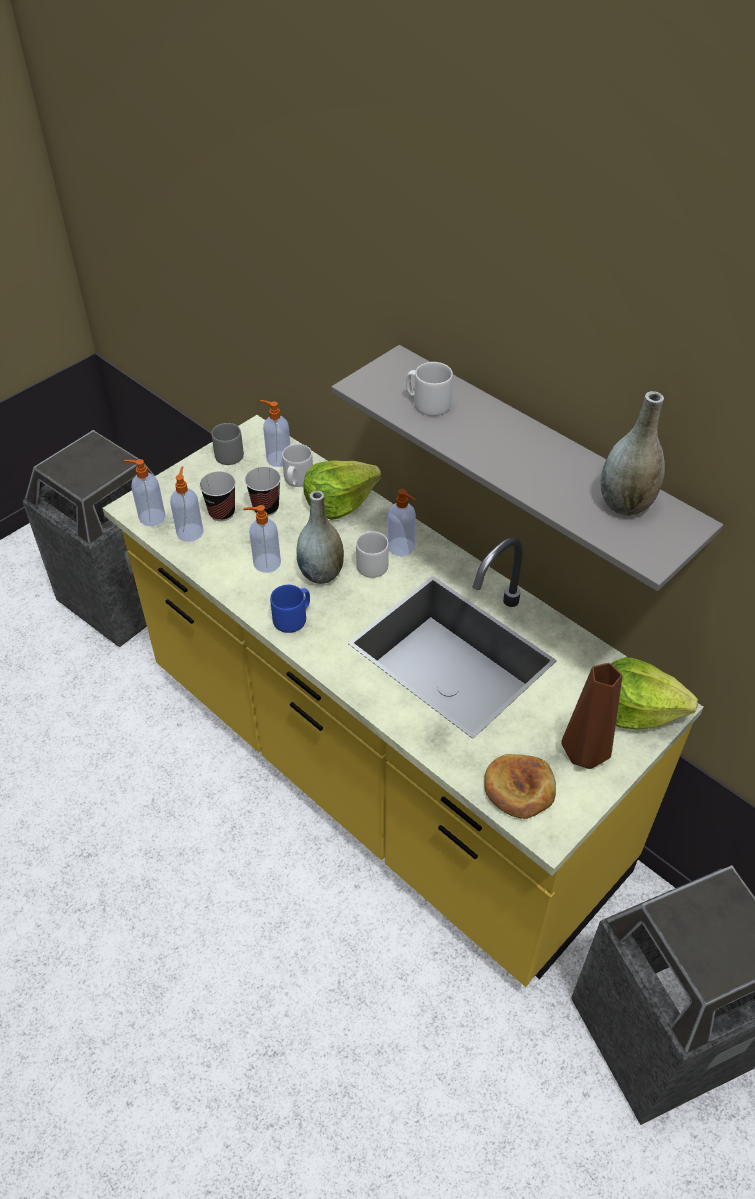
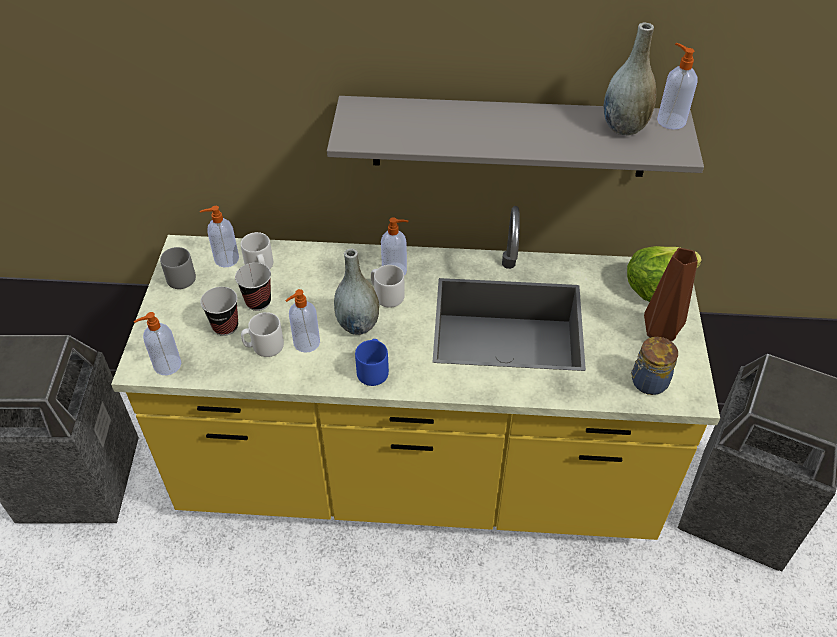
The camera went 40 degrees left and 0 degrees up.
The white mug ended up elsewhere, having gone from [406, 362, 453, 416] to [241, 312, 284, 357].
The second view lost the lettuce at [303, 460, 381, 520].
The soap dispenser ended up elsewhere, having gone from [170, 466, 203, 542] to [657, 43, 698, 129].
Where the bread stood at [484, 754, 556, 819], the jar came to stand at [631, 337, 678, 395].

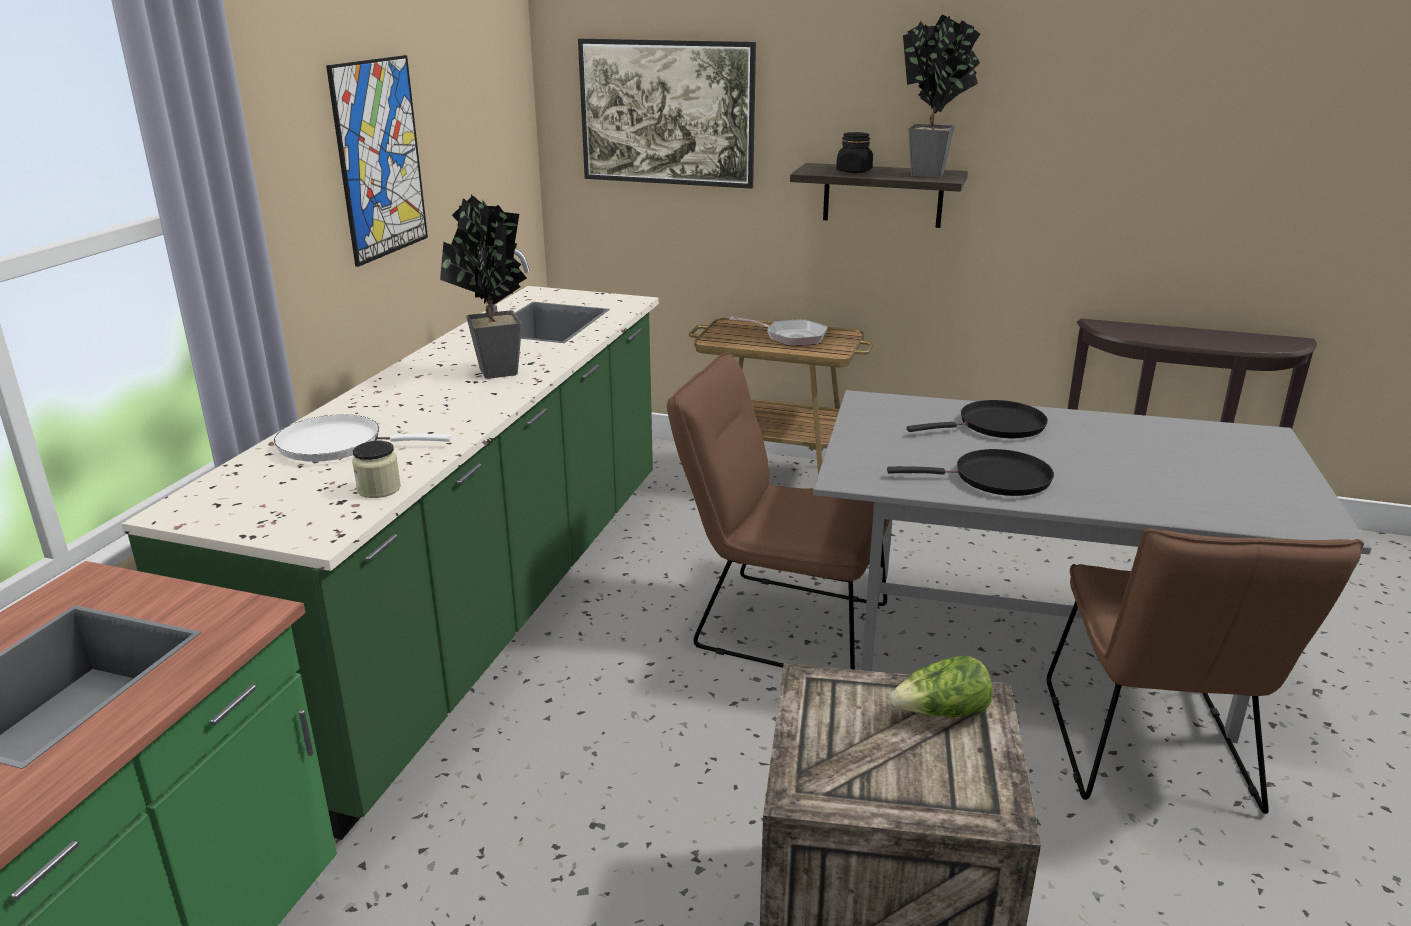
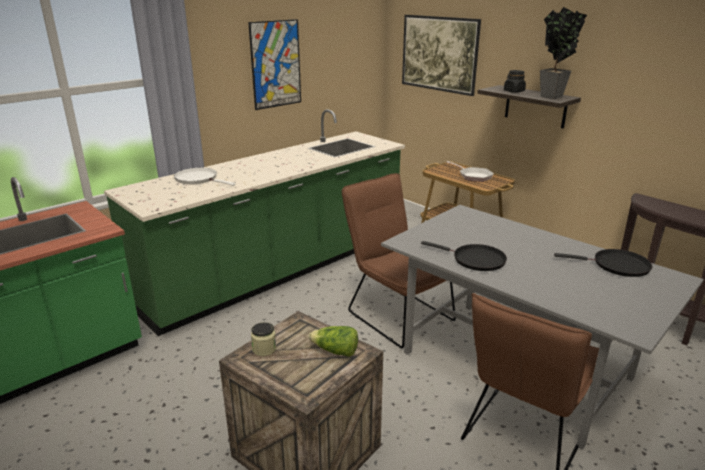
The camera went 30 degrees right and 0 degrees up.
The second view lost the potted plant at [440, 194, 527, 379].
The black frying pan ended up elsewhere, having gone from [907, 400, 1048, 438] to [554, 249, 652, 277].
The jar ended up elsewhere, having gone from [352, 441, 401, 498] to [251, 322, 276, 356].

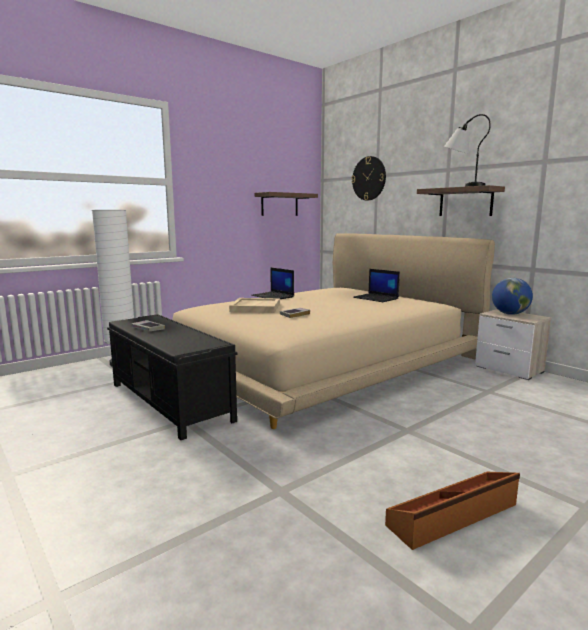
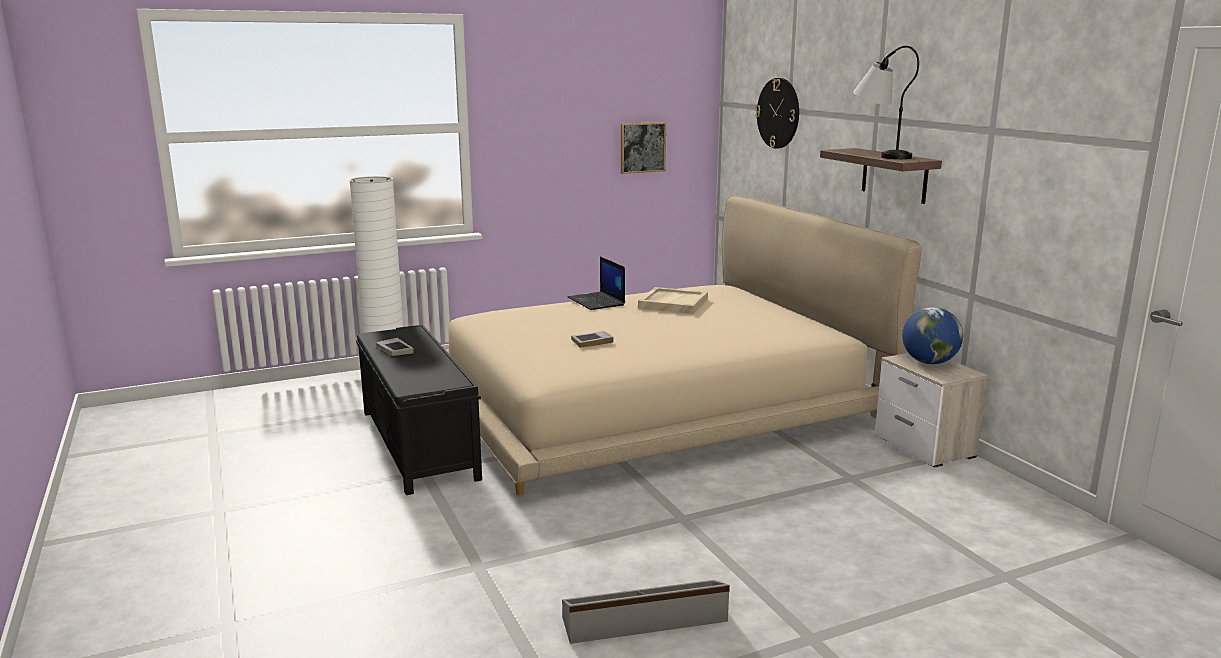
The camera went 15 degrees right and 5 degrees up.
Where the shelf hung at [254, 192, 318, 216], the picture came to hang at [621, 122, 666, 174].
The second view lost the laptop at [353, 269, 400, 302].
The beige tray ended up elsewhere, having gone from [229, 298, 280, 313] to [638, 287, 708, 314].
What was the brown storage box at [385, 472, 520, 550] turned into the grey storage box at [562, 580, 730, 644].

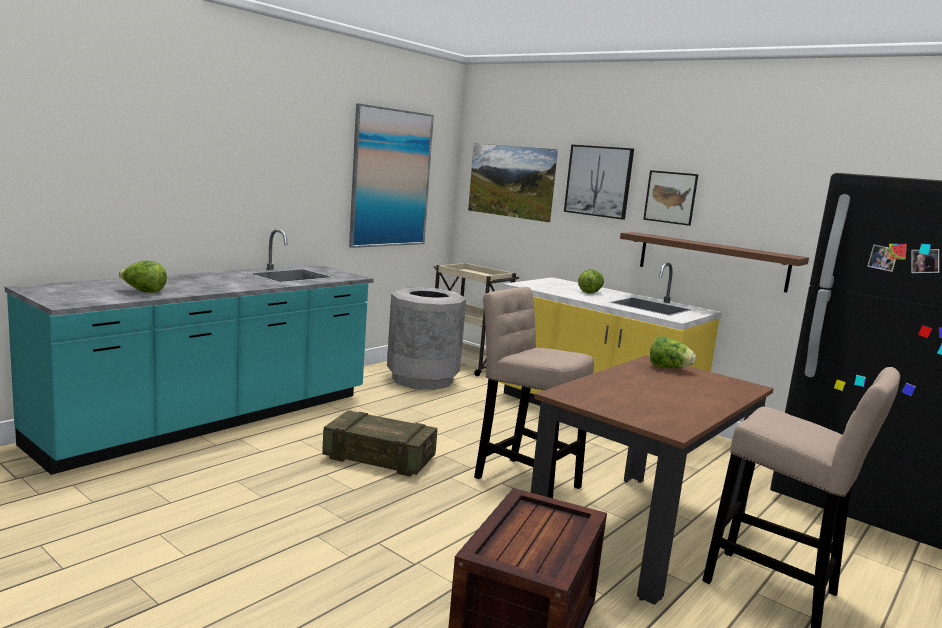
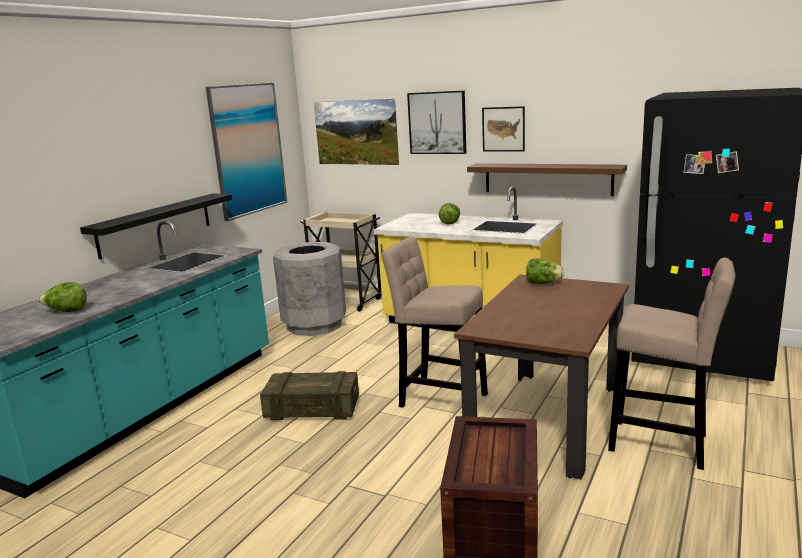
The camera went 10 degrees left and 5 degrees up.
The second view gained the black shelf at [80, 194, 232, 260].

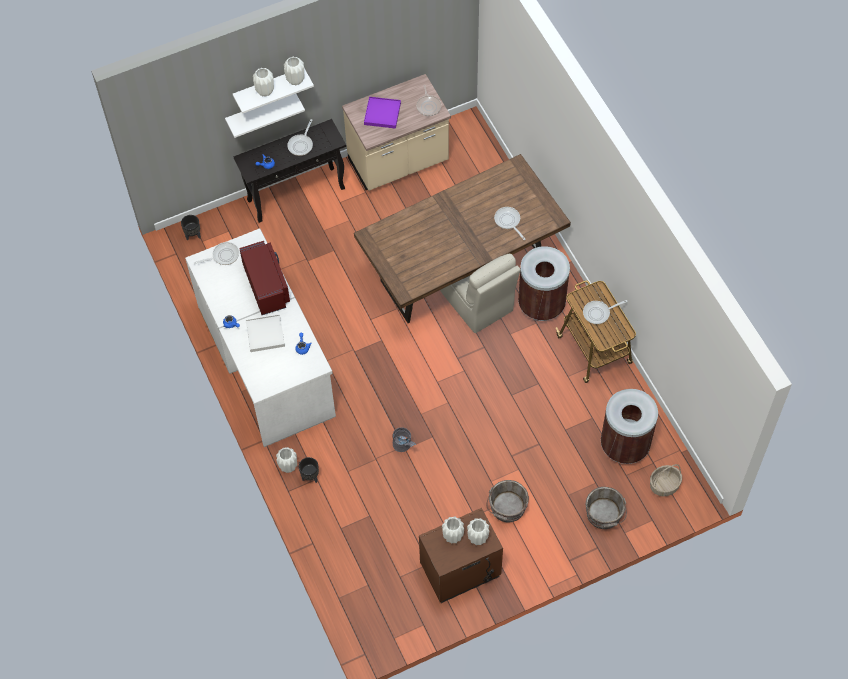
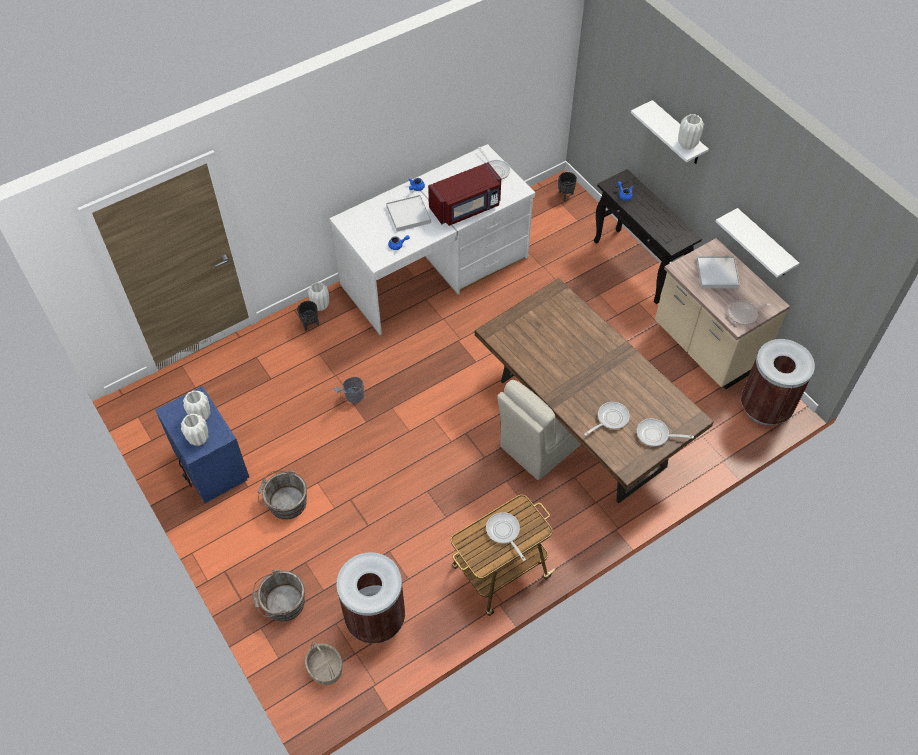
The camera went 80 degrees right and 5 degrees down.
The second view lost the white vase at [253, 68, 274, 97].
The white shelf ended up elsewhere, having gone from [225, 94, 305, 138] to [715, 208, 799, 277].
What was the purple tray at [364, 97, 401, 129] turned into the white tray at [697, 256, 740, 288].
The frying pan ended up elsewhere, having gone from [287, 119, 313, 156] to [637, 418, 694, 447].
The brown trash can ended up elsewhere, having gone from [518, 246, 570, 321] to [741, 339, 815, 425].
What was the brown nightstand at [419, 508, 503, 603] turned into the blue nightstand at [155, 386, 249, 503].

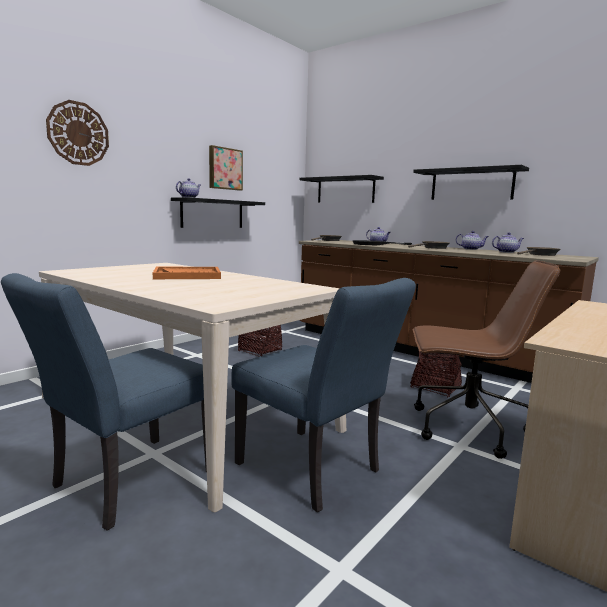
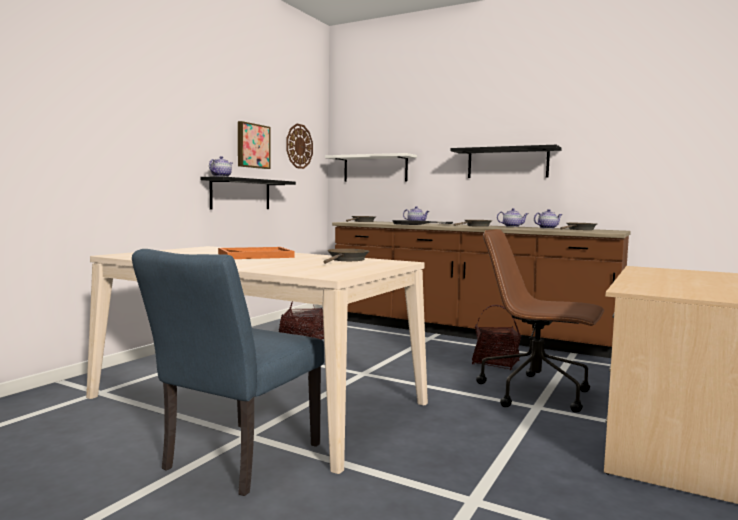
The camera went 10 degrees left and 5 degrees down.
The wall clock ended up elsewhere, having gone from [46, 100, 109, 166] to [286, 124, 313, 169].
What was the black shelf at [299, 175, 384, 203] turned into the white shelf at [325, 153, 417, 182].
The brown office chair at [413, 260, 560, 459] ended up facing another way, 150 degrees counterclockwise from before.
The second view lost the blue chair at [231, 278, 416, 512].
The second view gained the brown frying pan at [323, 249, 369, 264].

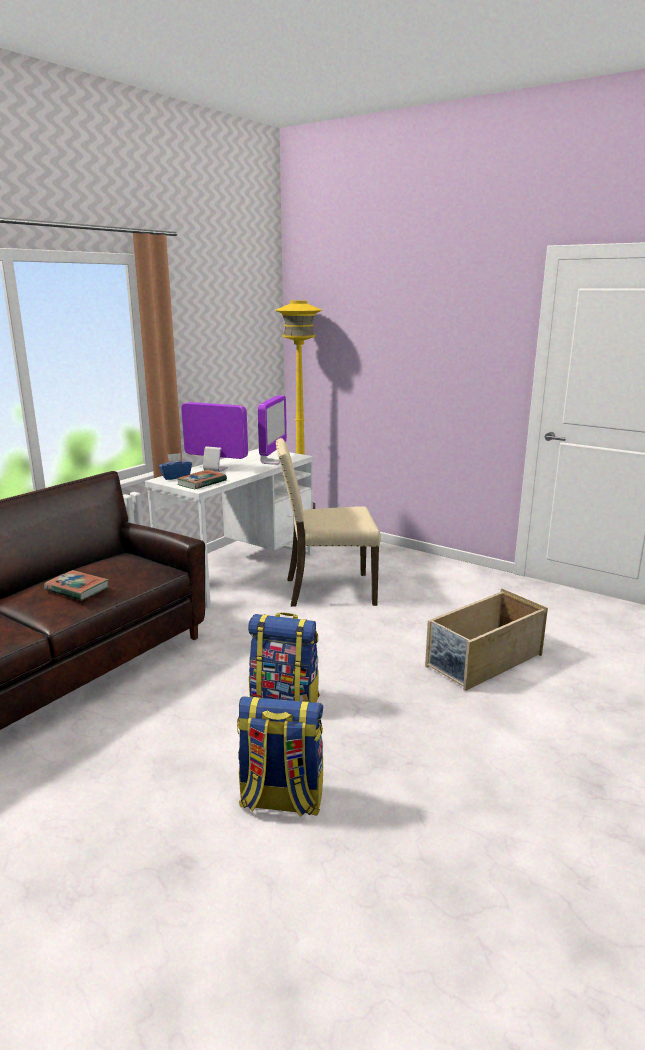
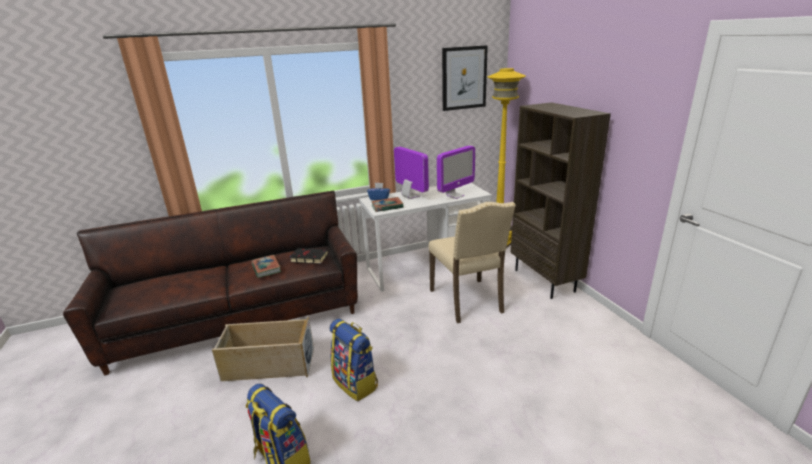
The camera went 35 degrees right and 5 degrees up.
The beige chair at [276, 438, 381, 607] ended up facing another way, 135 degrees counterclockwise from before.
The beige storage box ended up elsewhere, having gone from [425, 589, 548, 691] to [212, 317, 314, 381].
The second view gained the picture at [442, 45, 488, 111].
The second view gained the brown bookcase at [511, 102, 611, 299].
The second view gained the black book at [289, 248, 328, 264].

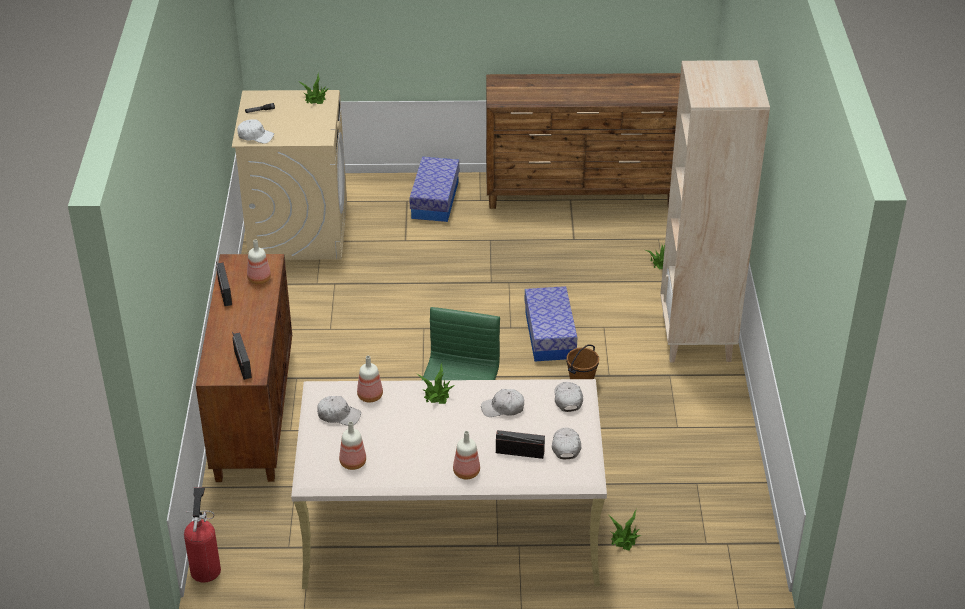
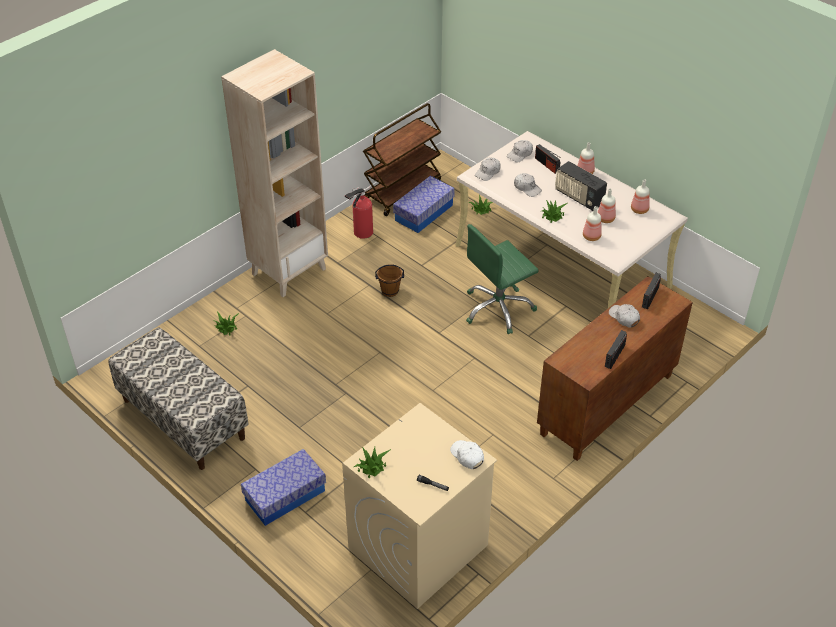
The camera went 135 degrees left and 5 degrees up.
Where the brown dresser stood at [486, 73, 681, 209], the bench came to stand at [108, 327, 248, 470].
The bottle ended up elsewhere, having gone from [247, 240, 271, 284] to [598, 188, 616, 223].
The storage box ended up elsewhere, having gone from [525, 286, 577, 362] to [393, 176, 455, 233].
The white cap ended up elsewhere, having gone from [317, 396, 361, 426] to [609, 304, 640, 328].
The fire extinguisher ended up elsewhere, having gone from [184, 487, 221, 582] to [345, 186, 373, 239].
The second view gained the brown cart at [363, 103, 441, 216].
The second view gained the radio at [555, 161, 607, 211].

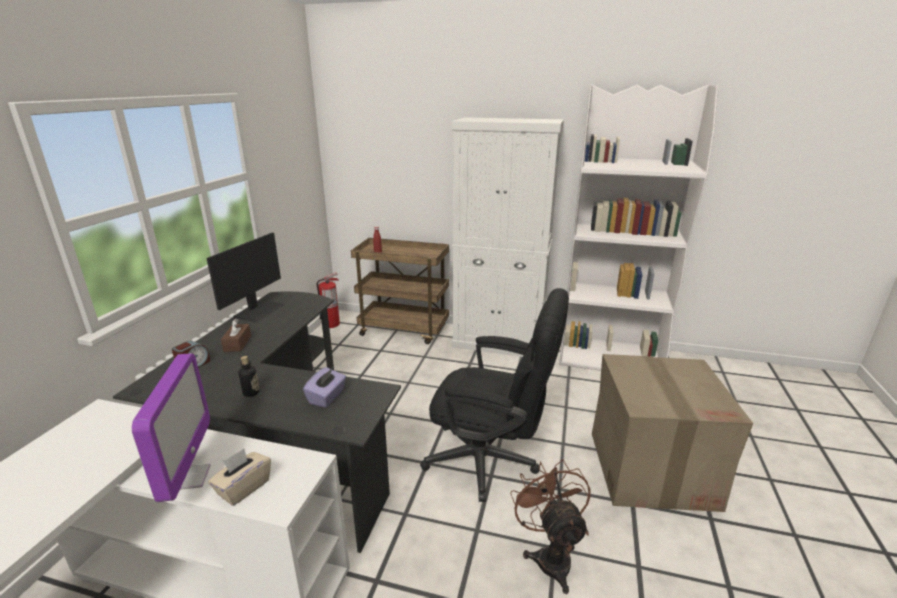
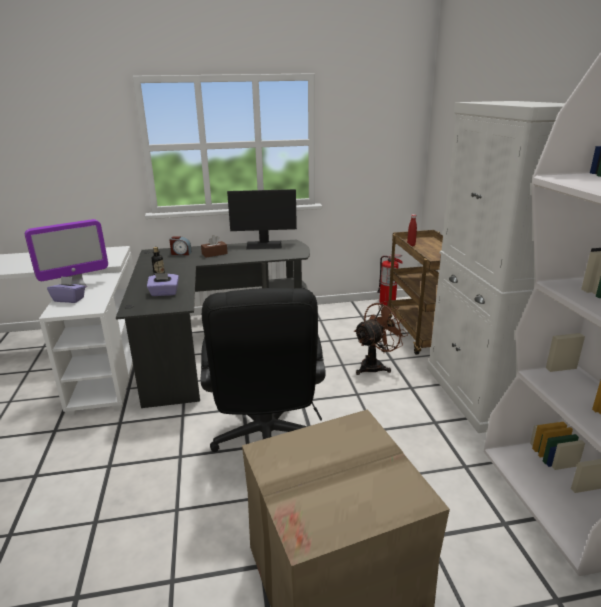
The camera went 65 degrees right and 0 degrees up.
What was the beige tissue box at [208, 449, 271, 506] turned into the purple tissue box at [47, 276, 85, 303].
The brown fan ended up elsewhere, having gone from [510, 460, 591, 594] to [354, 301, 407, 375].

